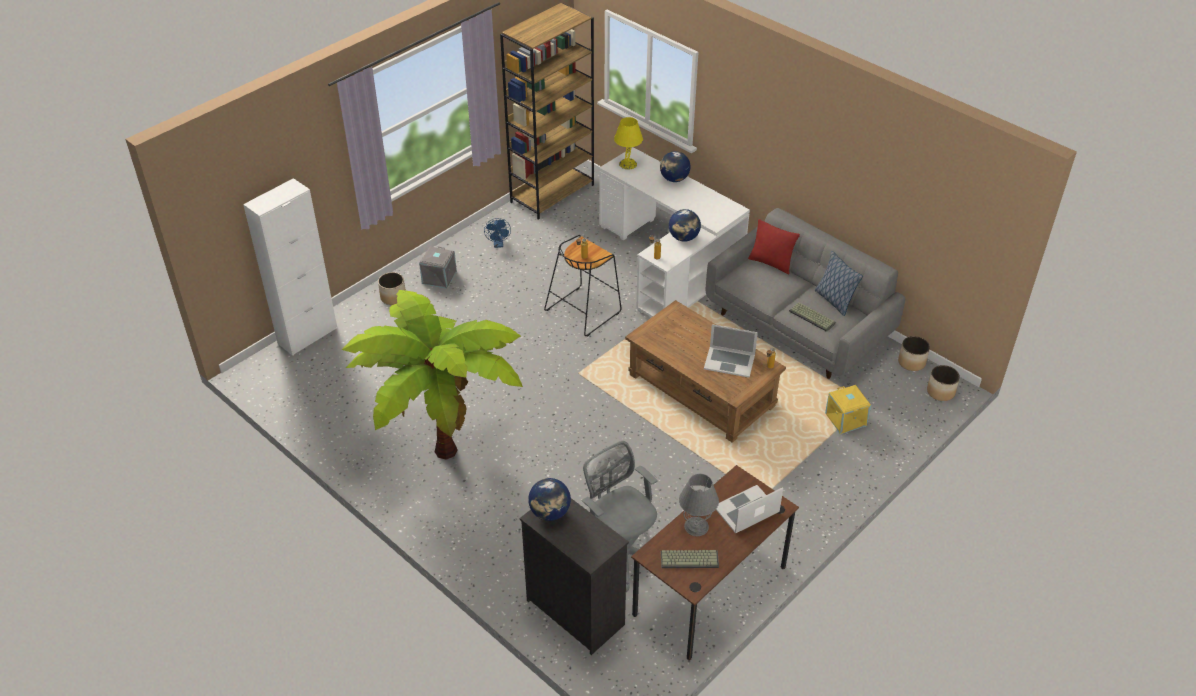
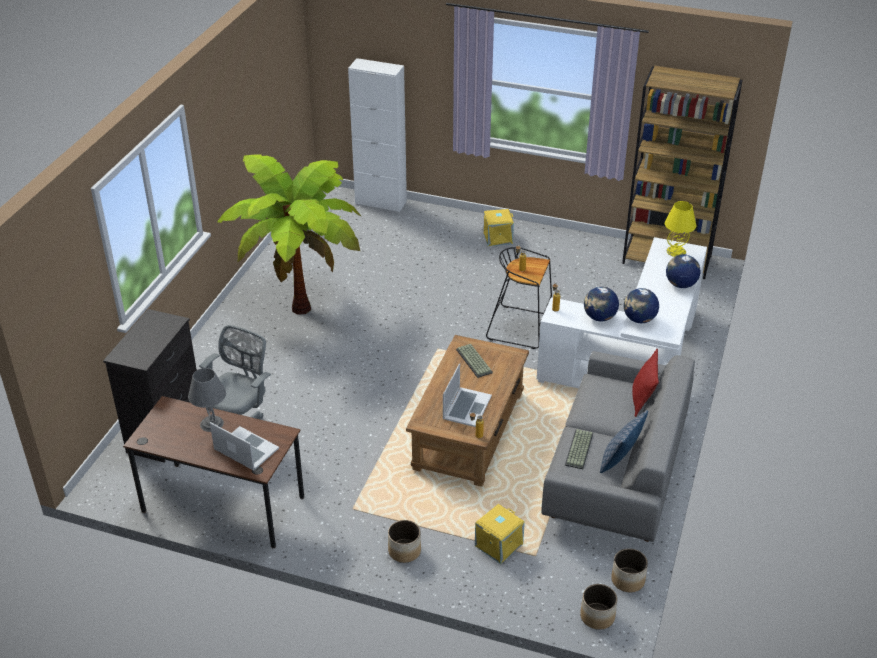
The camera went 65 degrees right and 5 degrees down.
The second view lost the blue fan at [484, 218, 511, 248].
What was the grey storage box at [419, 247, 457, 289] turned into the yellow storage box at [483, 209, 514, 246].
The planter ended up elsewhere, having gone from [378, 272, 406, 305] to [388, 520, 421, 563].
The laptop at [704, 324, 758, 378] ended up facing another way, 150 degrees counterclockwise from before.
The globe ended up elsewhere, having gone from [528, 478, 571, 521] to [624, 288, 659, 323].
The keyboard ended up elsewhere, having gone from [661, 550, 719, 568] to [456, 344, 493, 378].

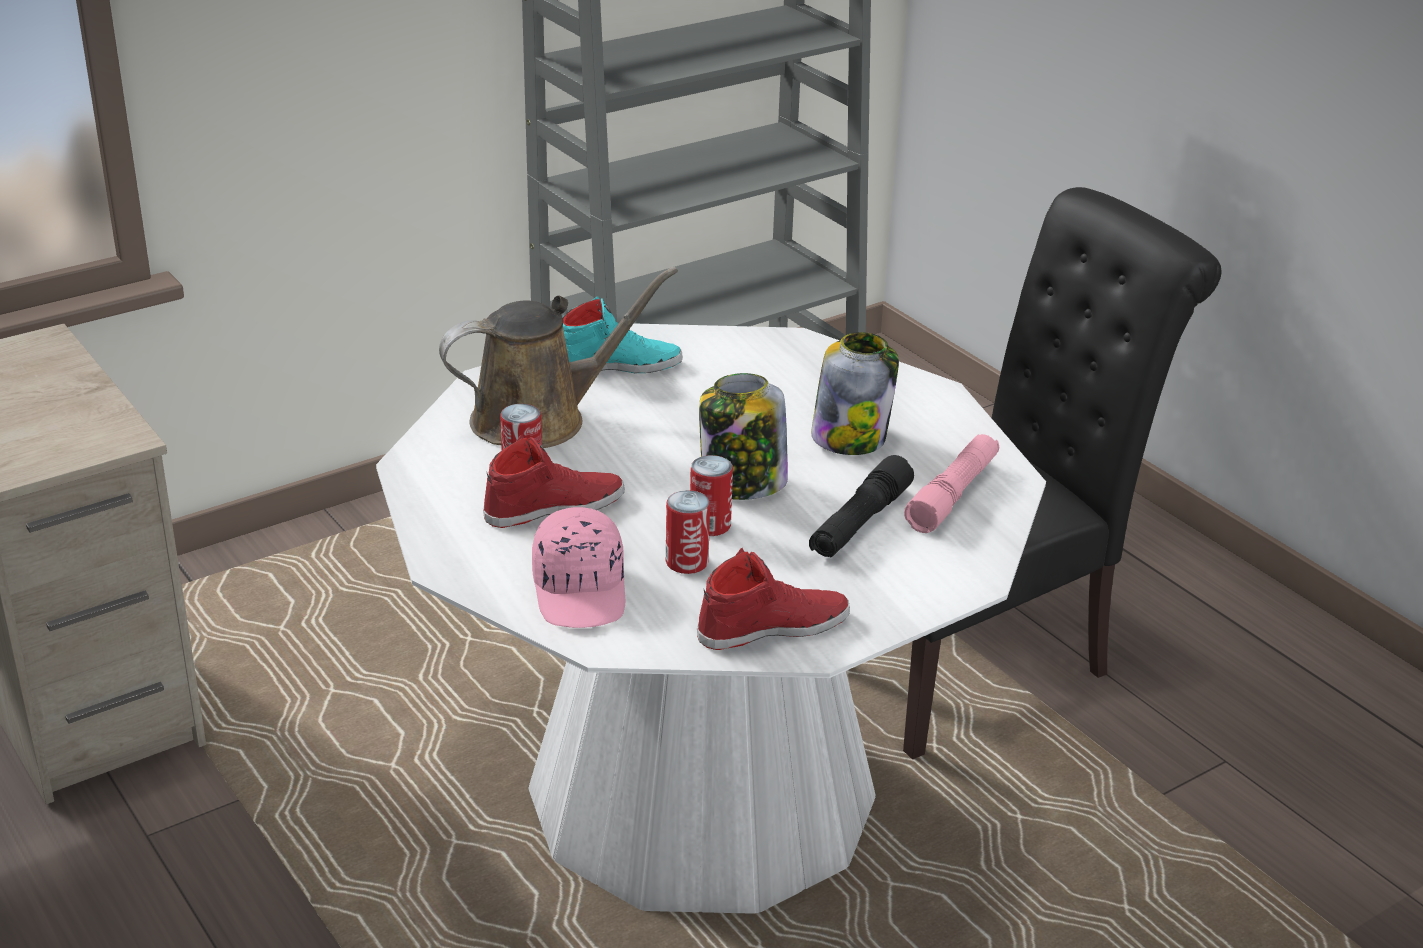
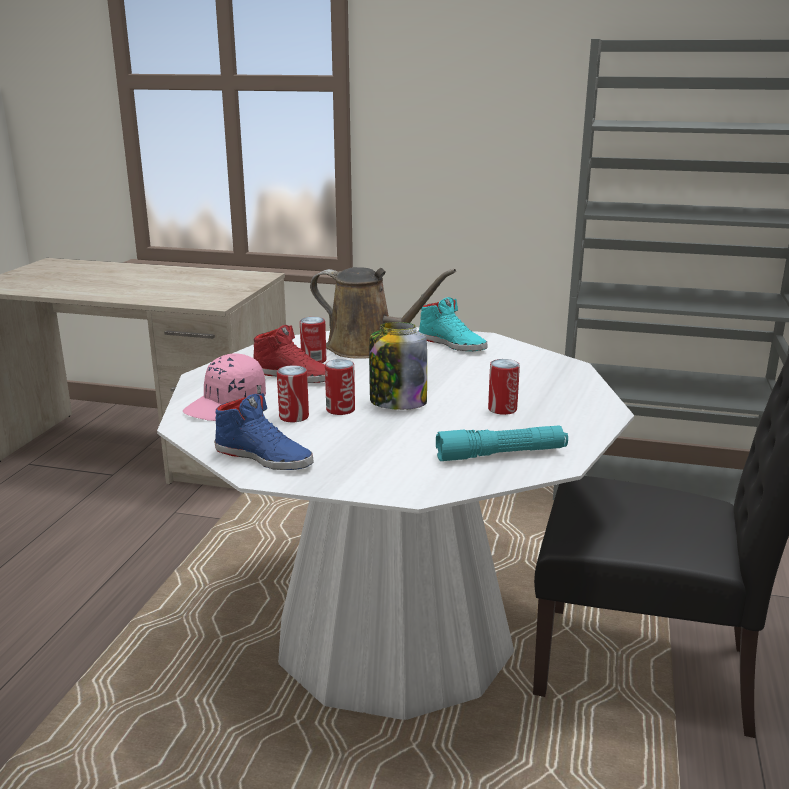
The camera went 50 degrees right and 10 degrees down.
Where the jar stood at [811, 332, 899, 455], the can came to stand at [488, 359, 520, 415].
What was the pink flashlight at [904, 434, 999, 533] turned into the turquoise flashlight at [436, 425, 568, 461].
The second view lost the black flashlight at [809, 455, 914, 557].
What was the red shoe at [697, 548, 850, 650] turned into the blue shoe at [214, 393, 314, 470].

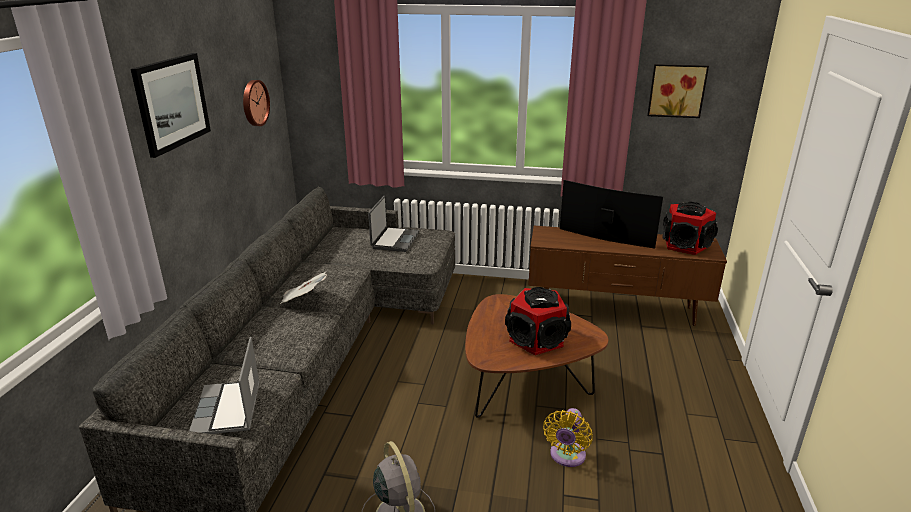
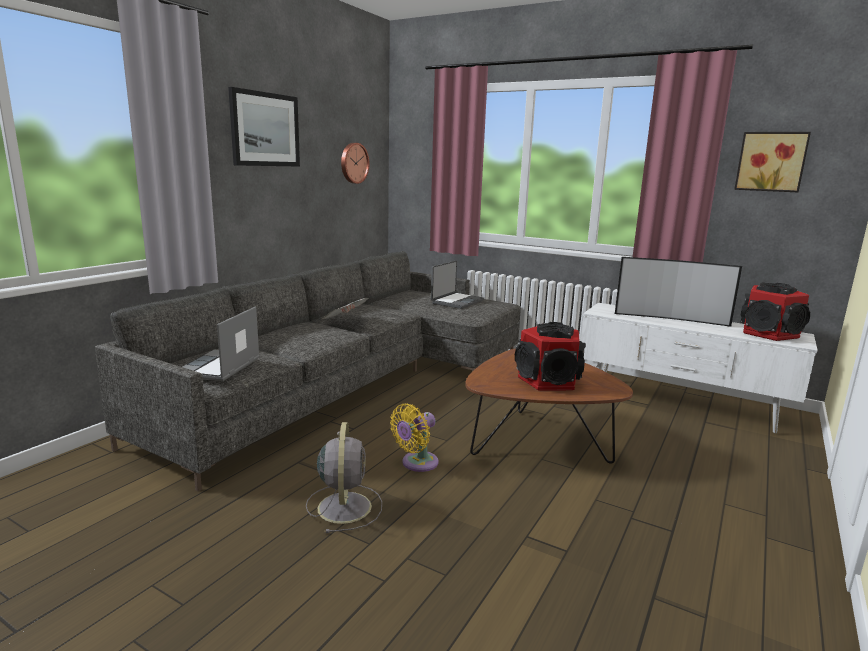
The camera went 20 degrees right and 10 degrees down.
The television at [560, 180, 663, 249] ended up facing another way, 150 degrees clockwise from before.
What was the brown tv stand at [528, 226, 727, 326] turned into the white tv stand at [581, 303, 818, 433].
The yellow fan ended up elsewhere, having gone from [543, 408, 593, 467] to [390, 404, 439, 472].

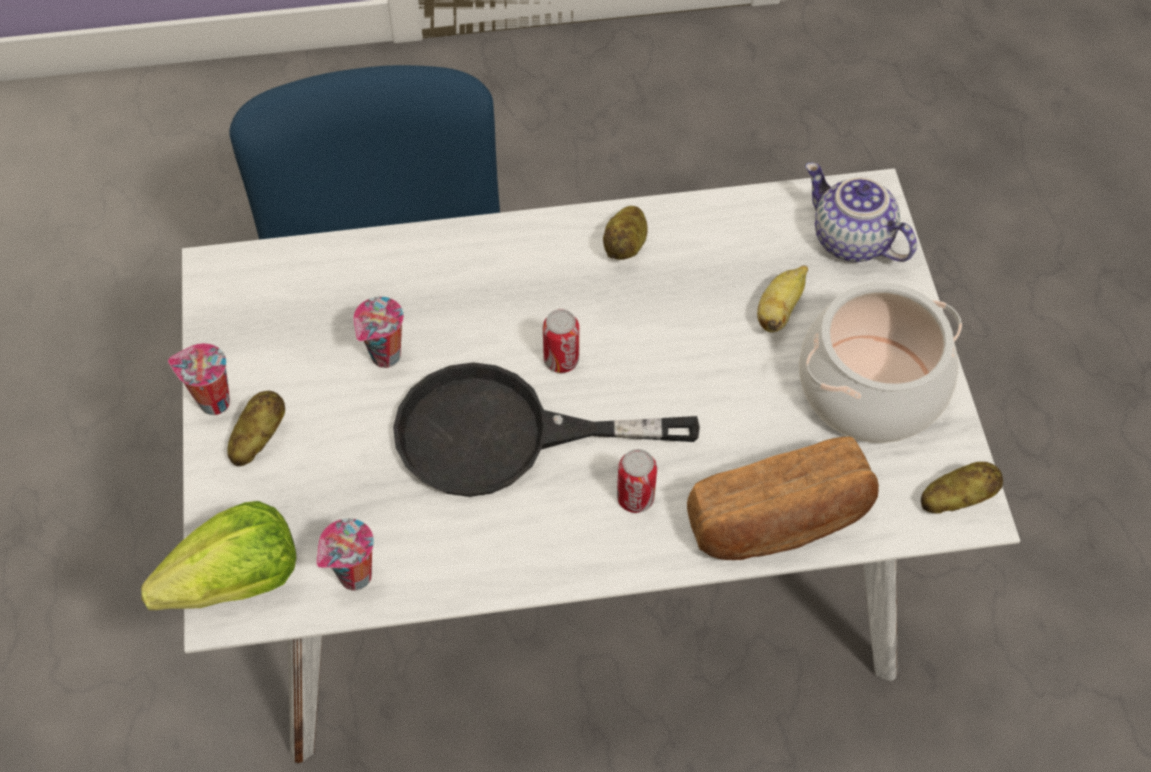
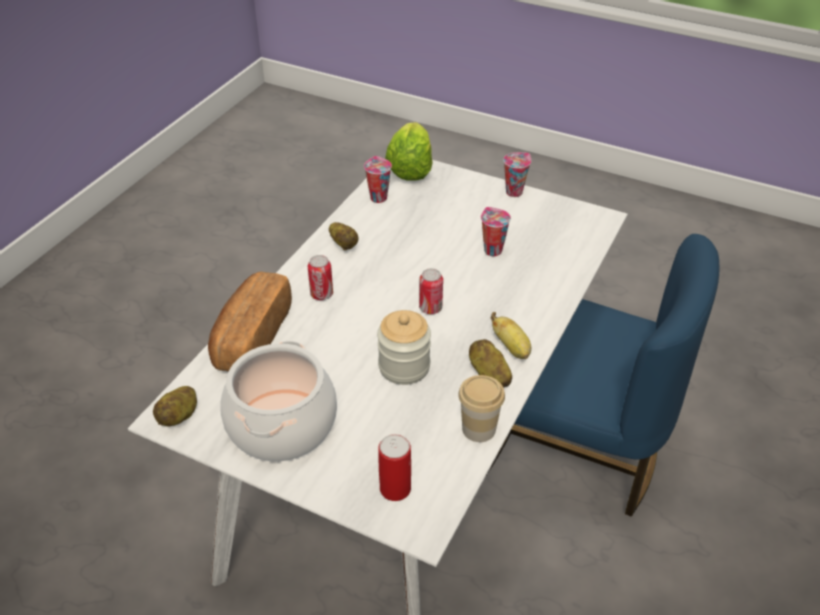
The camera went 125 degrees right and 15 degrees down.
Where the teapot stood at [806, 163, 917, 262], the can came to stand at [379, 434, 411, 501].
The banana ended up elsewhere, having gone from [757, 265, 808, 333] to [491, 312, 531, 359].
The second view lost the black frying pan at [393, 362, 700, 497].
The potato ended up elsewhere, having gone from [227, 391, 285, 466] to [329, 222, 358, 250].
The second view gained the jar at [377, 310, 431, 385].
The second view gained the cup at [458, 375, 505, 442].

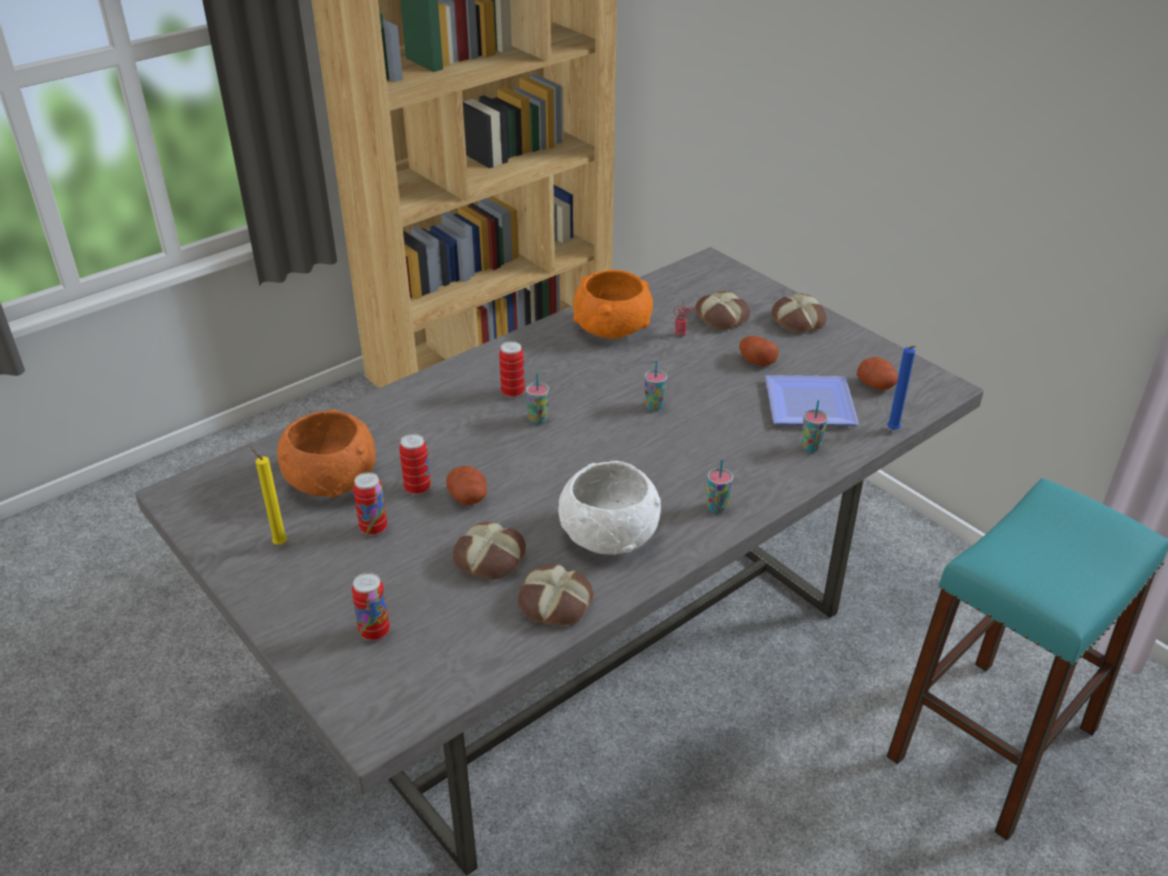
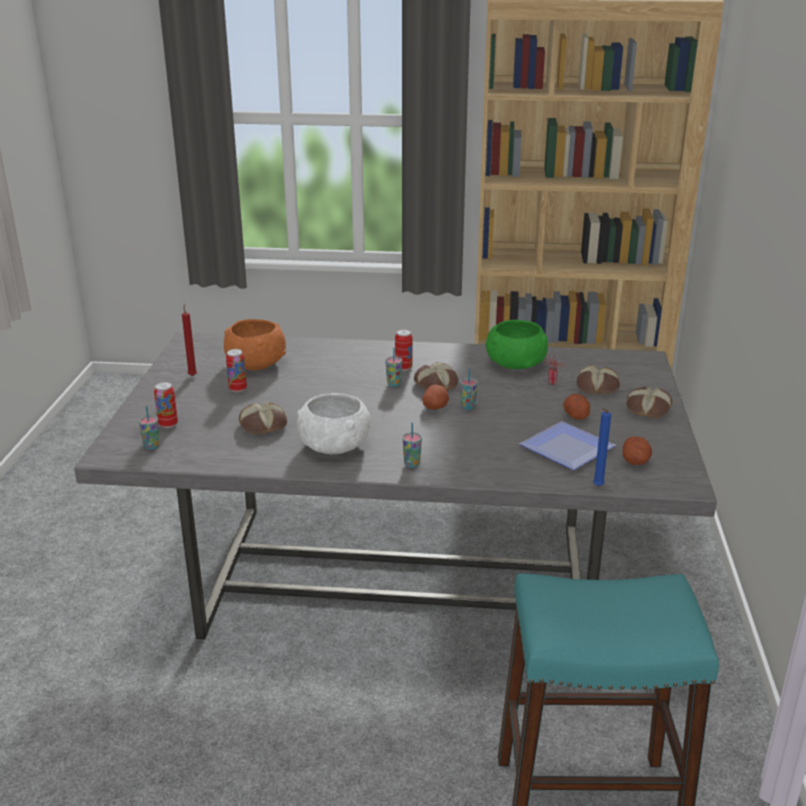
The camera went 45 degrees right and 10 degrees down.
What was the orange bowl at [573, 270, 653, 338] turned into the green bowl at [486, 320, 548, 369].
The cup ended up elsewhere, having gone from [801, 400, 828, 452] to [139, 406, 160, 450].
The second view lost the can at [399, 434, 431, 495].
What was the yellow candle at [250, 446, 287, 545] turned into the red candle at [182, 304, 197, 376].
The potato ended up elsewhere, having gone from [446, 466, 487, 505] to [422, 385, 449, 410].
The bread ended up elsewhere, having gone from [518, 564, 594, 626] to [414, 362, 458, 390].

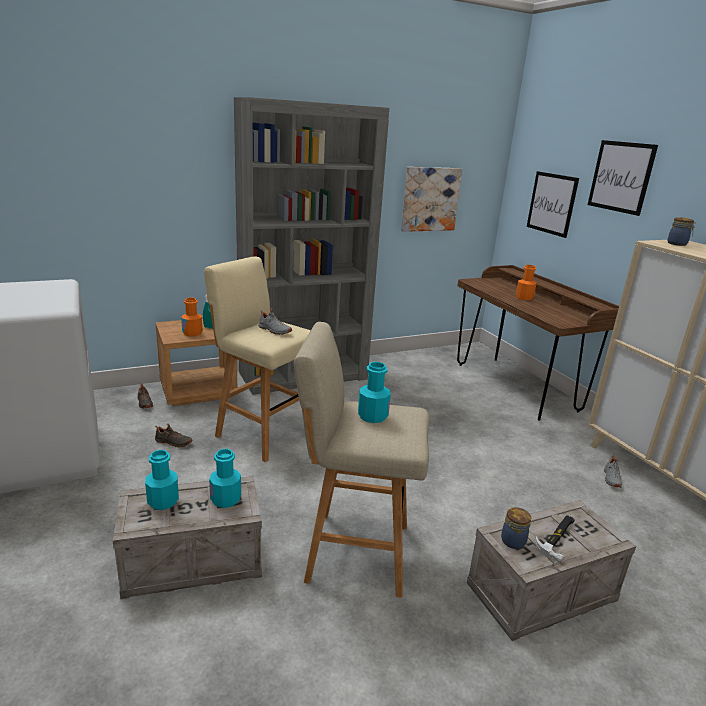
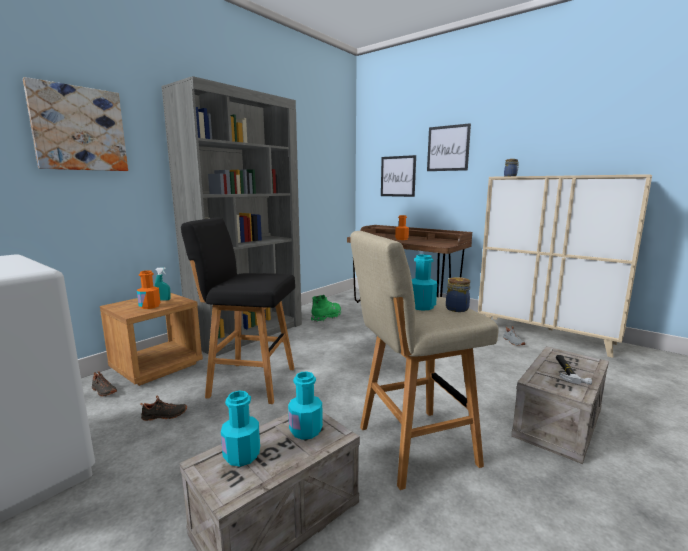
The camera went 25 degrees left and 10 degrees down.
The picture ended up elsewhere, having gone from [401, 167, 462, 232] to [23, 77, 128, 171].
What was the beige stool at [204, 257, 311, 462] turned into the black stool at [181, 217, 295, 404].
The second view lost the grey shoe at [258, 308, 292, 335].
The jar ended up elsewhere, having gone from [501, 507, 531, 549] to [446, 277, 470, 312].
The second view gained the green boot at [311, 295, 341, 322].

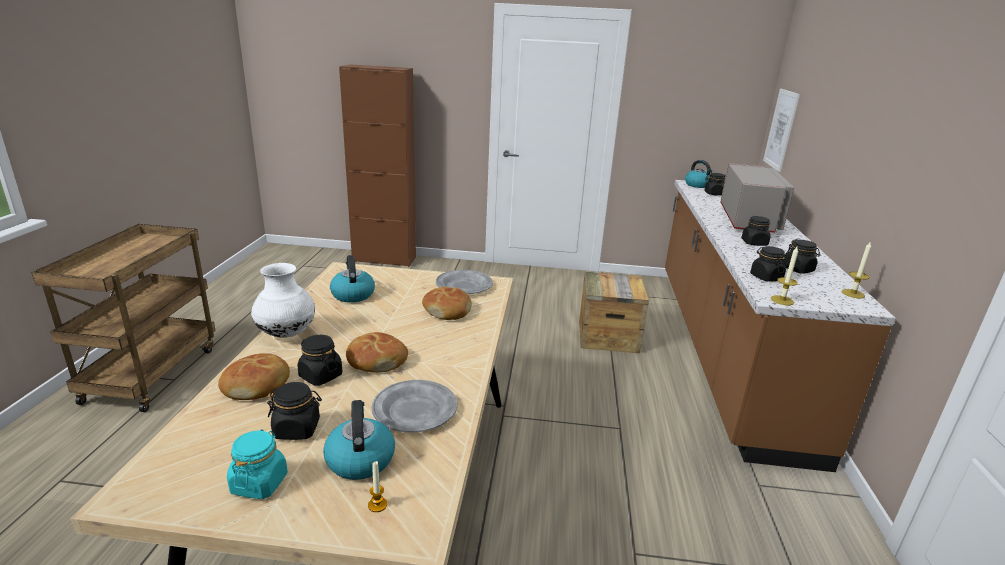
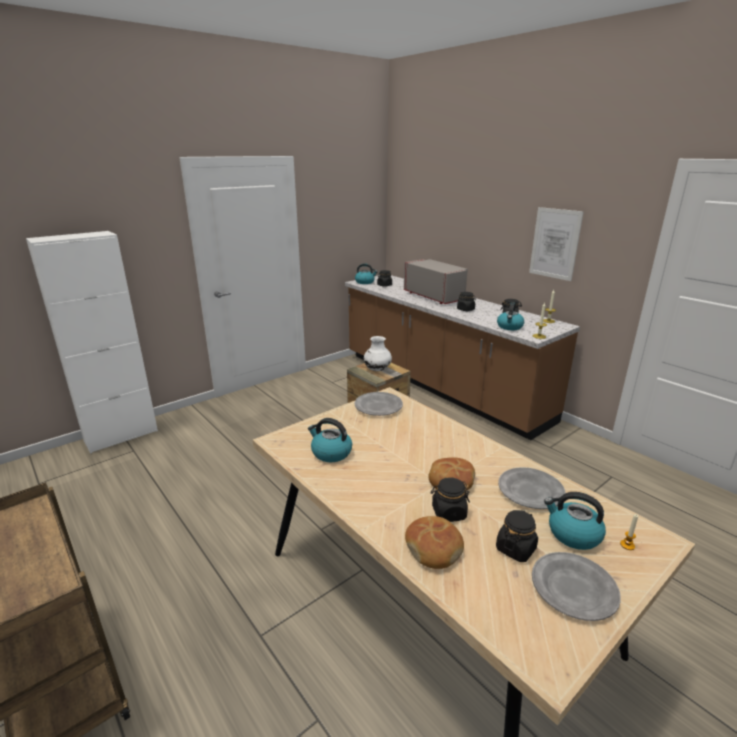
The camera went 45 degrees left and 0 degrees up.
What was the brown cabinet at [339, 64, 416, 267] turned into the white cabinet at [26, 231, 158, 454].
The picture ended up elsewhere, having gone from [763, 89, 800, 172] to [529, 207, 584, 281].
Where the black jar stood at [750, 246, 786, 282], the kettle came to stand at [497, 302, 524, 330].
The white vase ended up elsewhere, having gone from [251, 263, 315, 338] to [364, 336, 392, 371].
The second view lost the bread at [422, 287, 472, 320].
Where the turquoise jar stood at [227, 429, 288, 499], the grey plate came to stand at [532, 552, 621, 621].

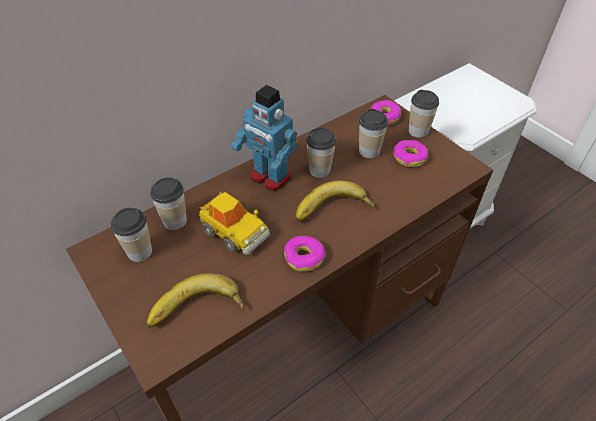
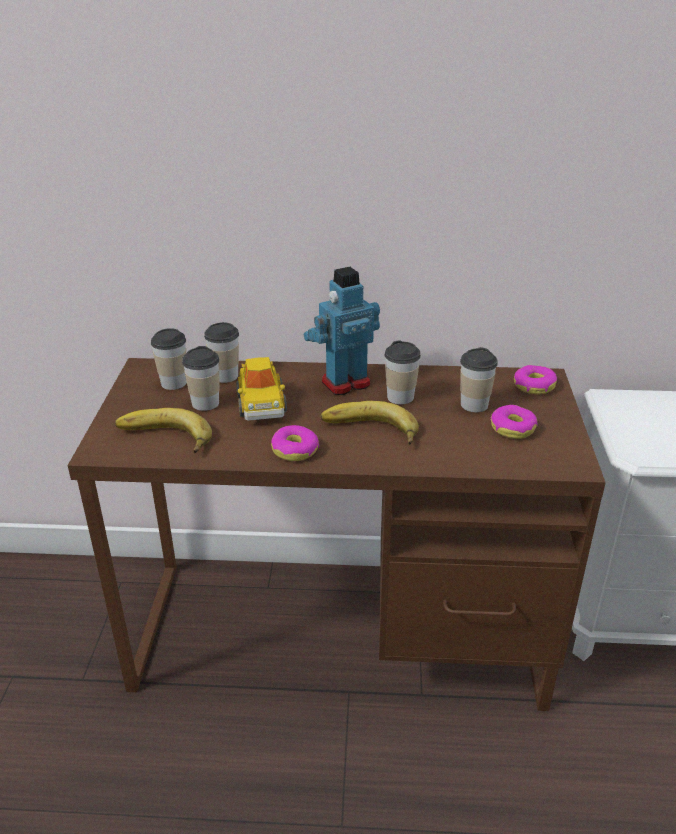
The camera went 40 degrees right and 15 degrees down.
The toy robot at [231, 85, 297, 191] ended up facing another way, 75 degrees clockwise from before.
The cup ended up elsewhere, having gone from [409, 90, 439, 138] to [182, 346, 220, 411].

